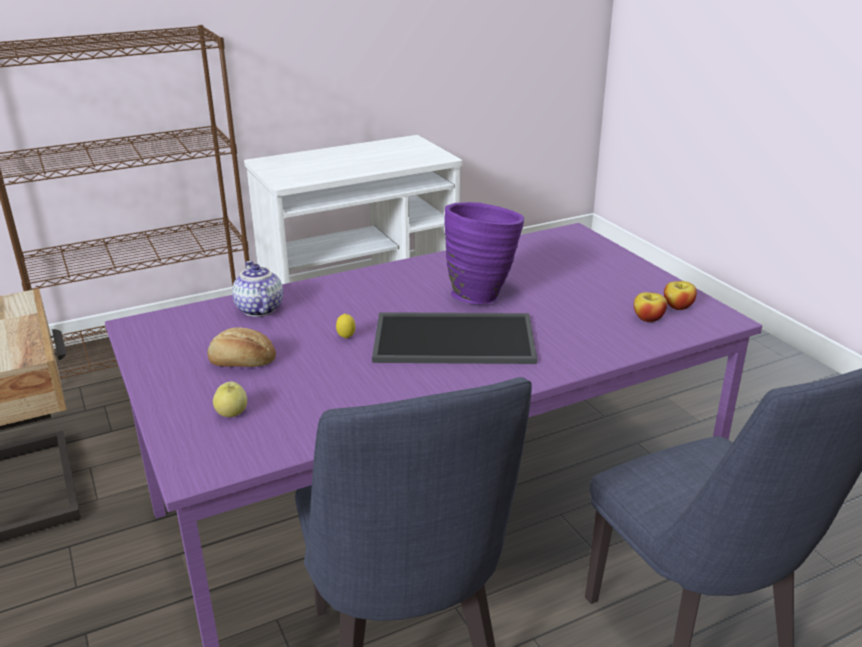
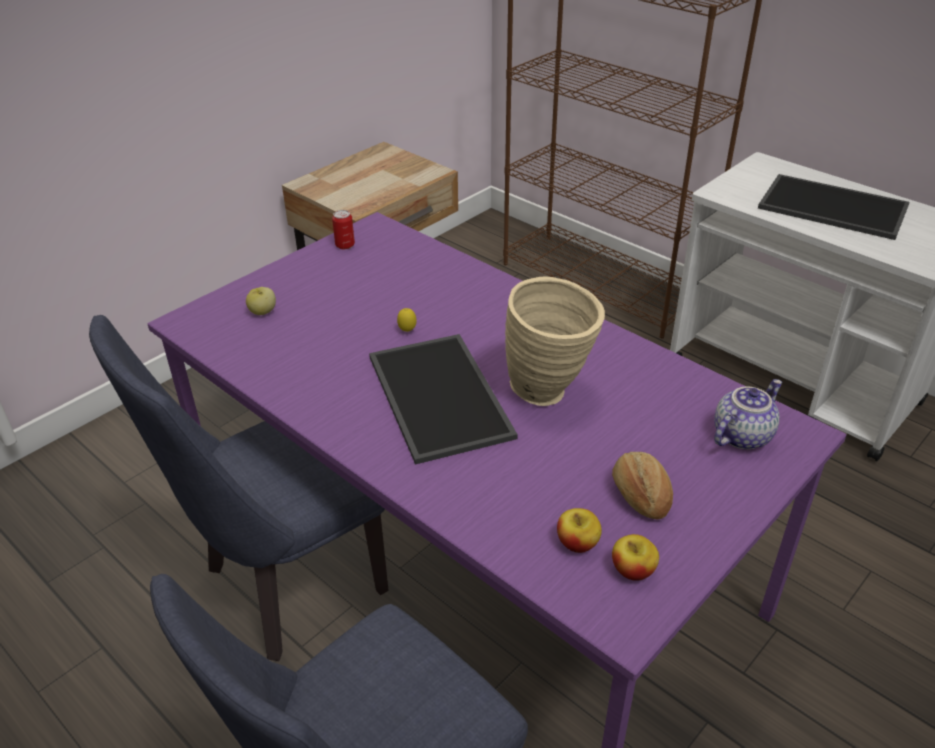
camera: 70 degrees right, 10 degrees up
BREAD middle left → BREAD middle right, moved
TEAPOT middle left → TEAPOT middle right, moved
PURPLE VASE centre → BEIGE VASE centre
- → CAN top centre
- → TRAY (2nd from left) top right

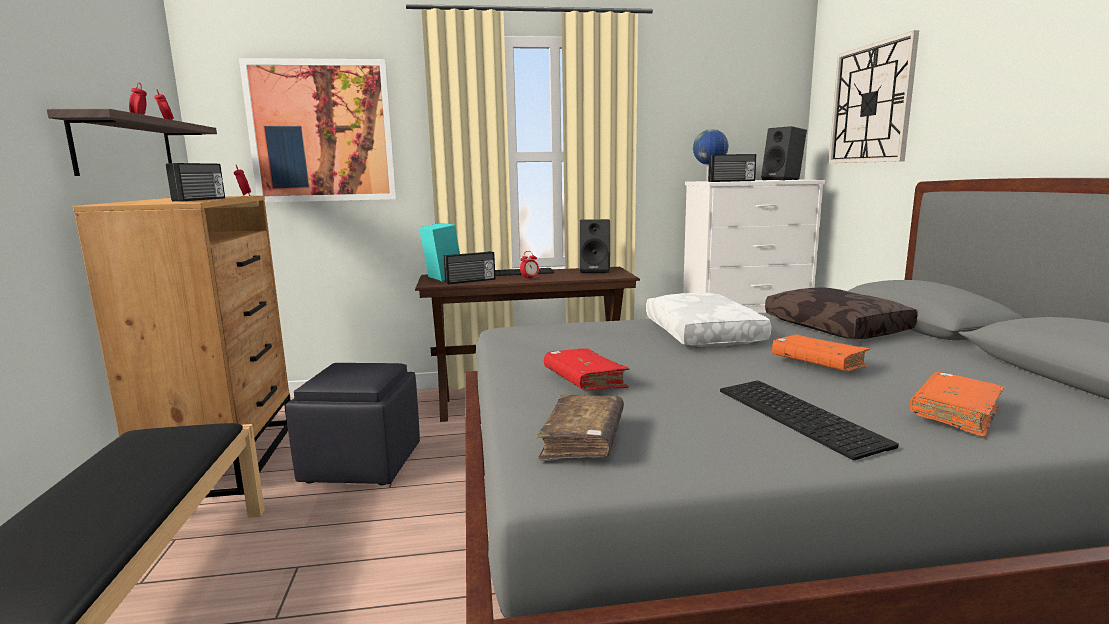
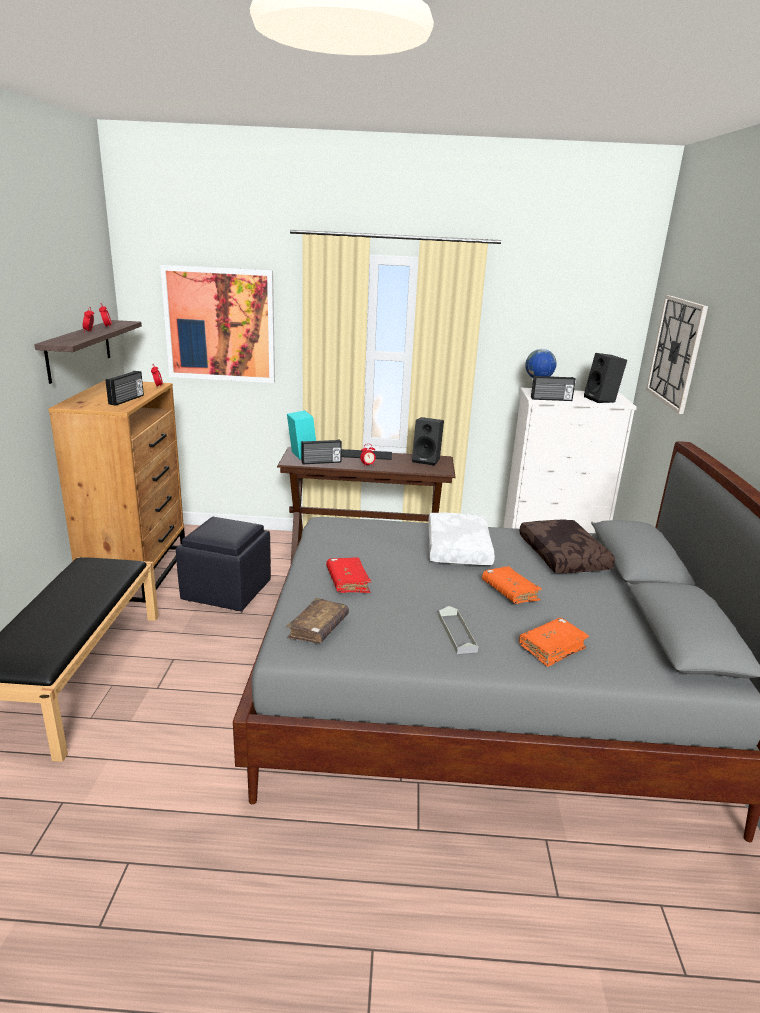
camera: 10 degrees right, 10 degrees up
KEYBOARD (2nd from left) bottom right → GREY TRAY centre

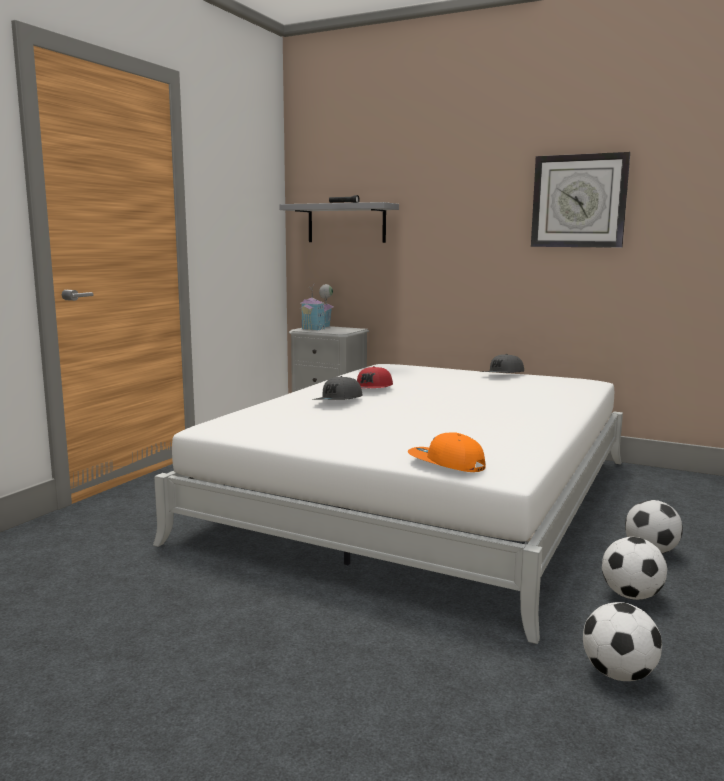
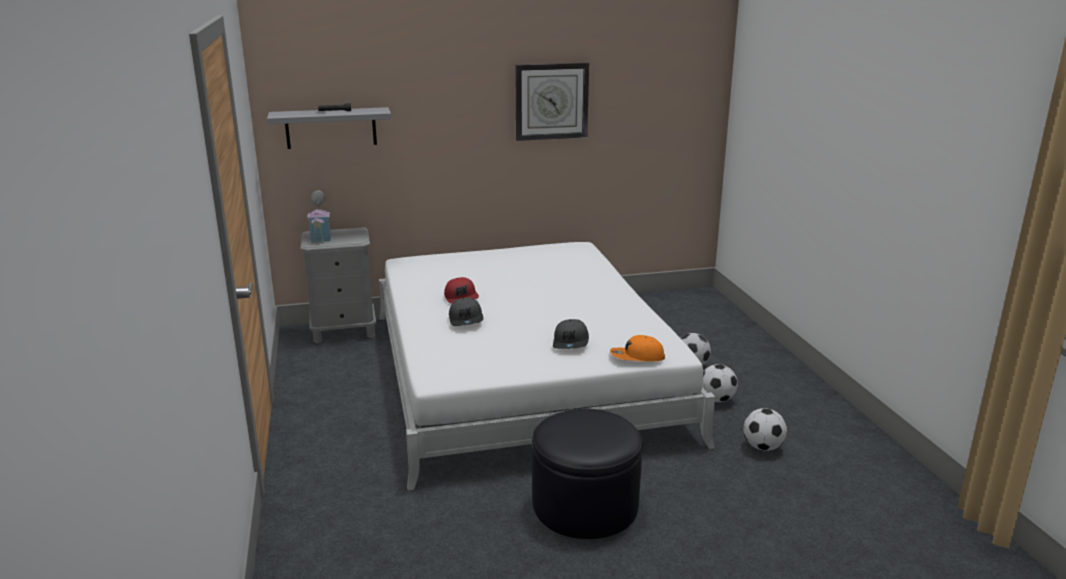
camera: 40 degrees left, 10 degrees up
GREY CAP (2nd from left) middle right → GREY CAP (2nd from left) centre, moved
- → BLACK OTTOMAN bottom centre

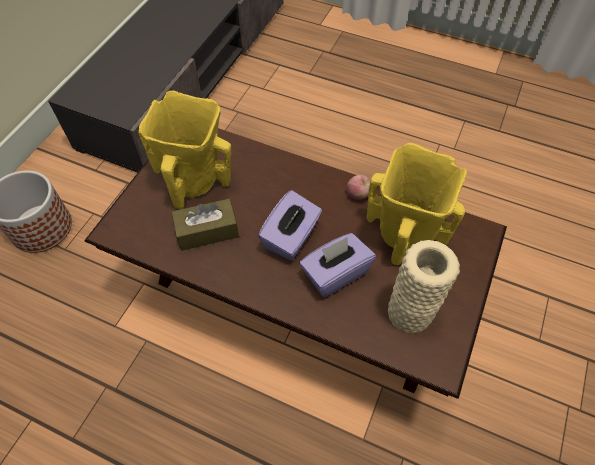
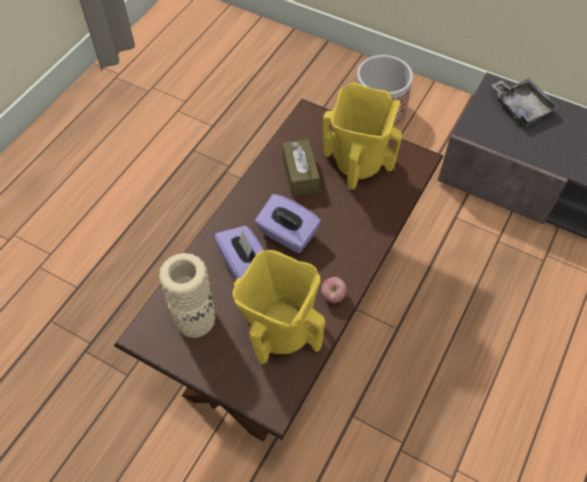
camera: 95 degrees right, 0 degrees up
- → GREY TRAY top right

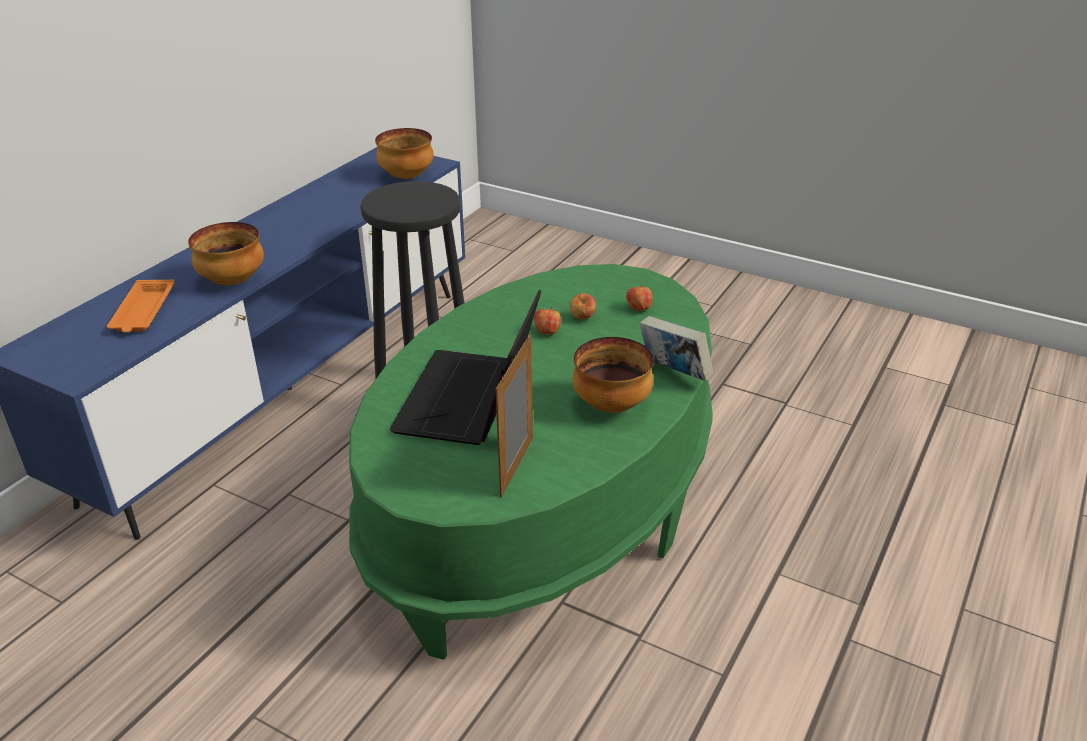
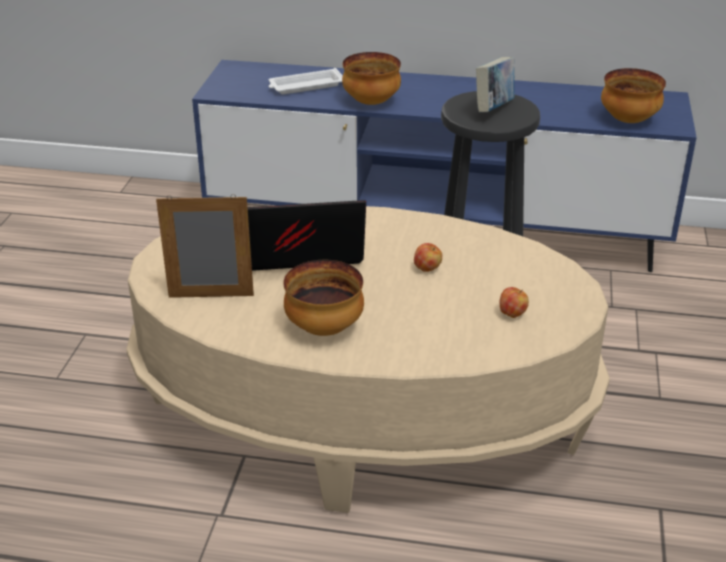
camera: 70 degrees right, 0 degrees up
ORANGE TRAY middle left → WHITE TRAY top centre
GREEN COFFEE TABLE centre → BEIGE COFFEE TABLE centre
APPLE (2nd from left) centre → -
BOOK centre → BOOK top right, moved

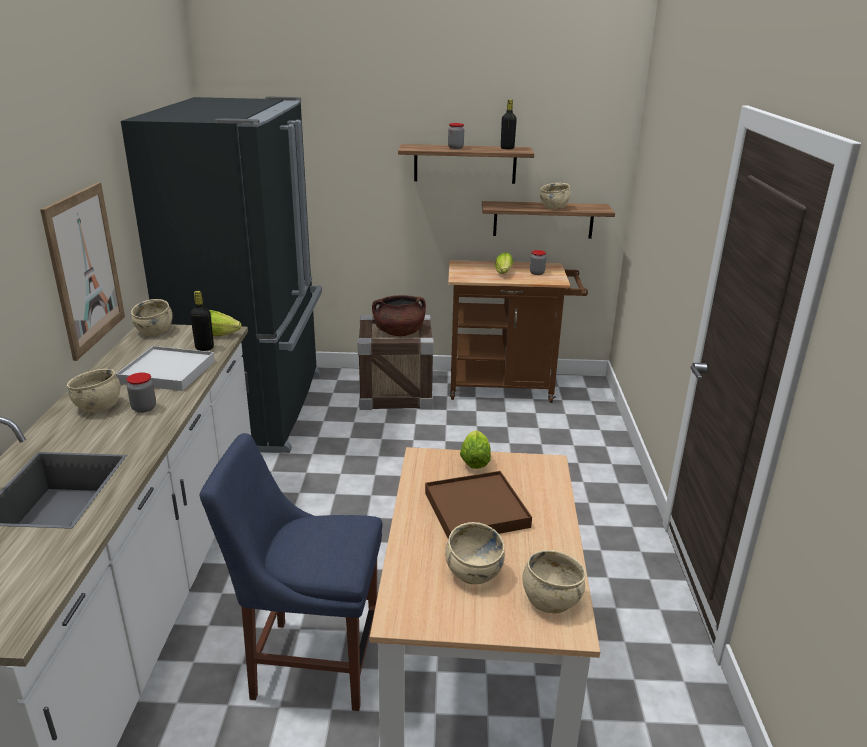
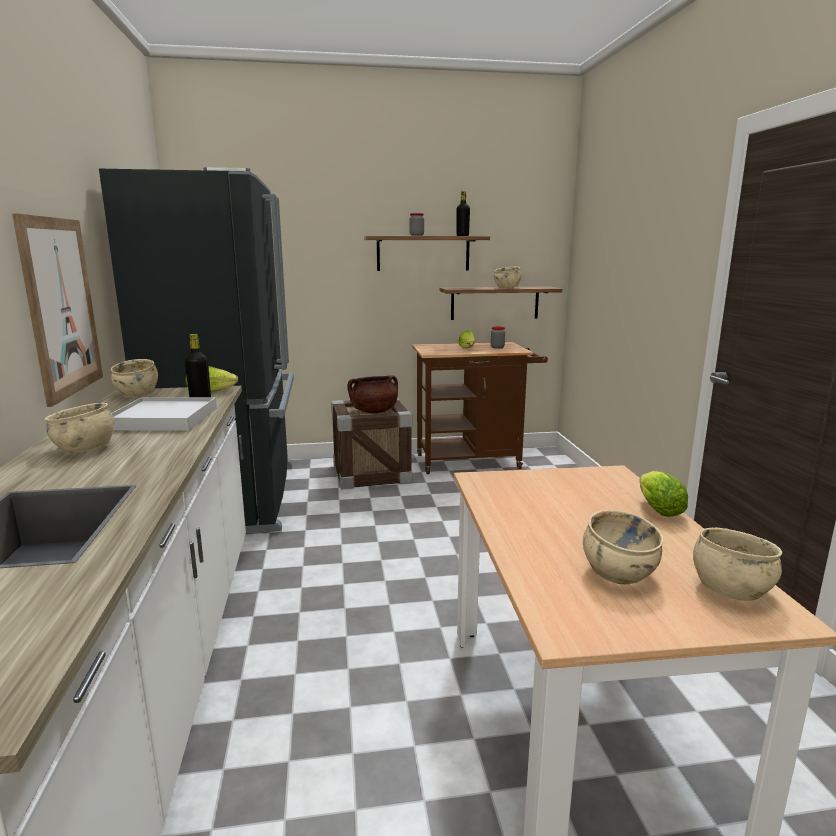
camera: 10 degrees left, 10 degrees down
JAR (1st from left) middle left → -
BLUE CHAIR bottom centre → -
BROWN TRAY bottom centre → -
LETTUCE (2nd from left in the first image) centre → LETTUCE (3rd from left) middle right, moved

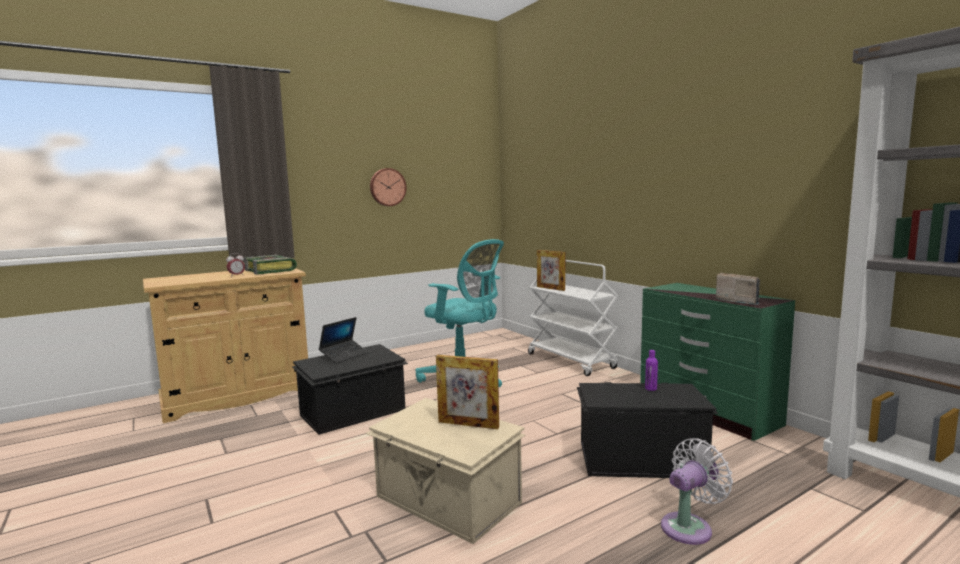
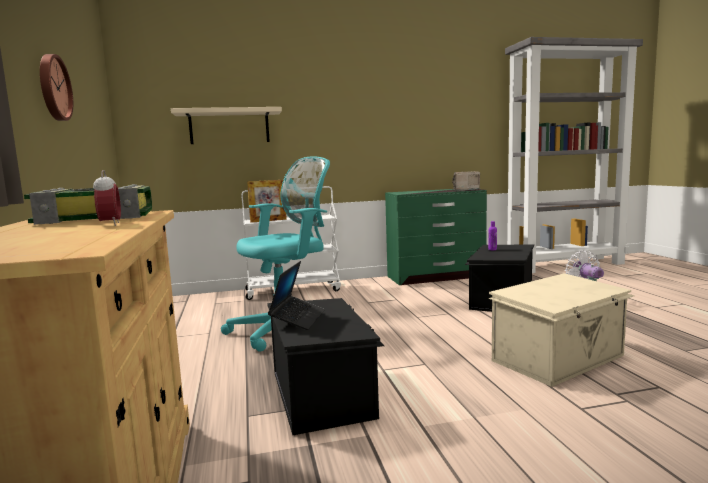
camera: 70 degrees left, 0 degrees up
LAPTOP centre, 45 degrees clockwise
PICTURE FRAME (1st from left) bottom centre → -
- → BEIGE SHELF top left

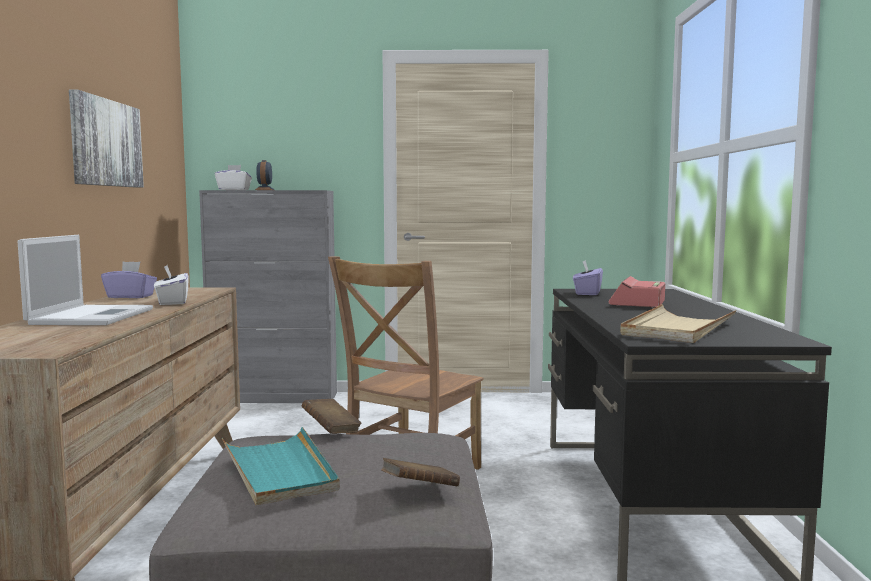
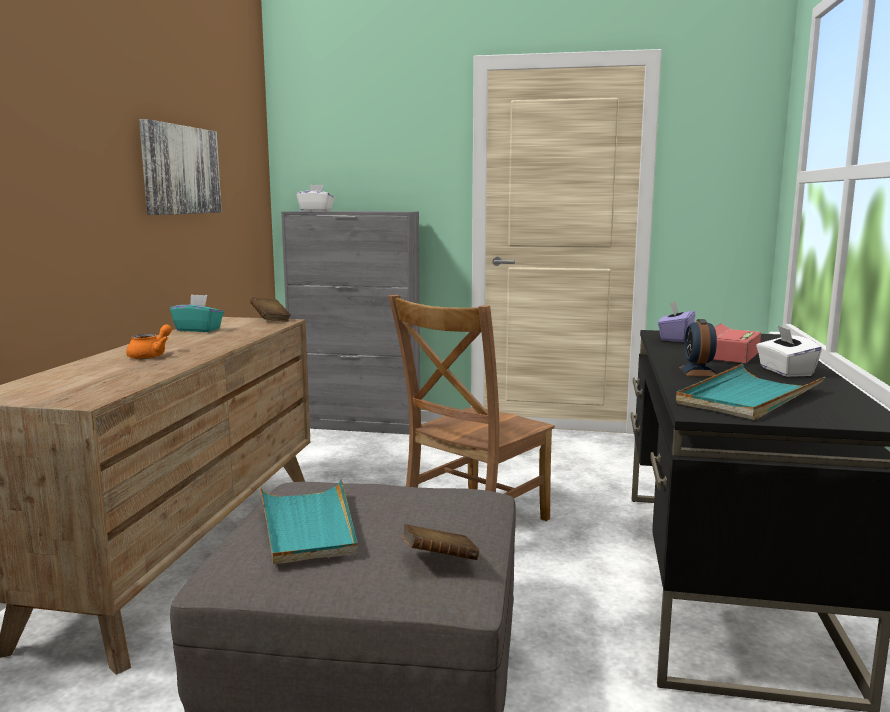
camera: 10 degrees right, 5 degrees up
LAPTOP middle left → ORANGE TEAPOT middle left
PURPLE TISSUE BOX (1st from left) middle left → TURQUOISE TISSUE BOX middle left
WHITE TISSUE BOX (1st from left in the first image) middle left → WHITE TISSUE BOX (2nd from left) middle right, moved
ALARM CLOCK (1st from left) top left → ALARM CLOCK (1st from left) middle right, moved
BROWN BOOK (1st from left) bottom centre → BROWN BOOK (1st from left) middle left, moved
BEIGE TRAY middle right → TURQUOISE TRAY (2nd from left) middle right

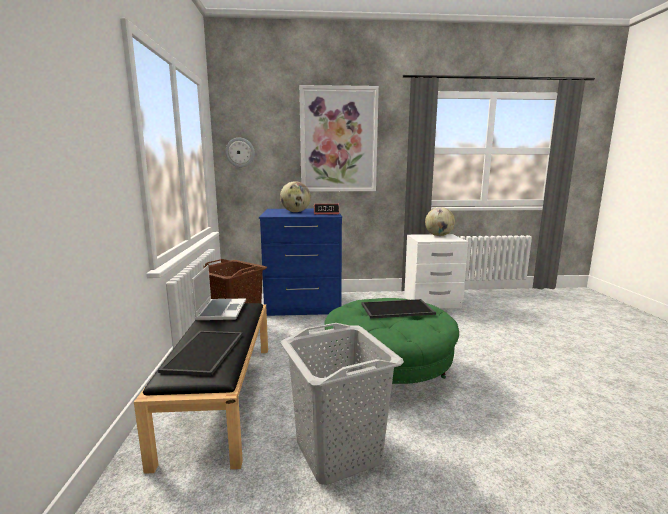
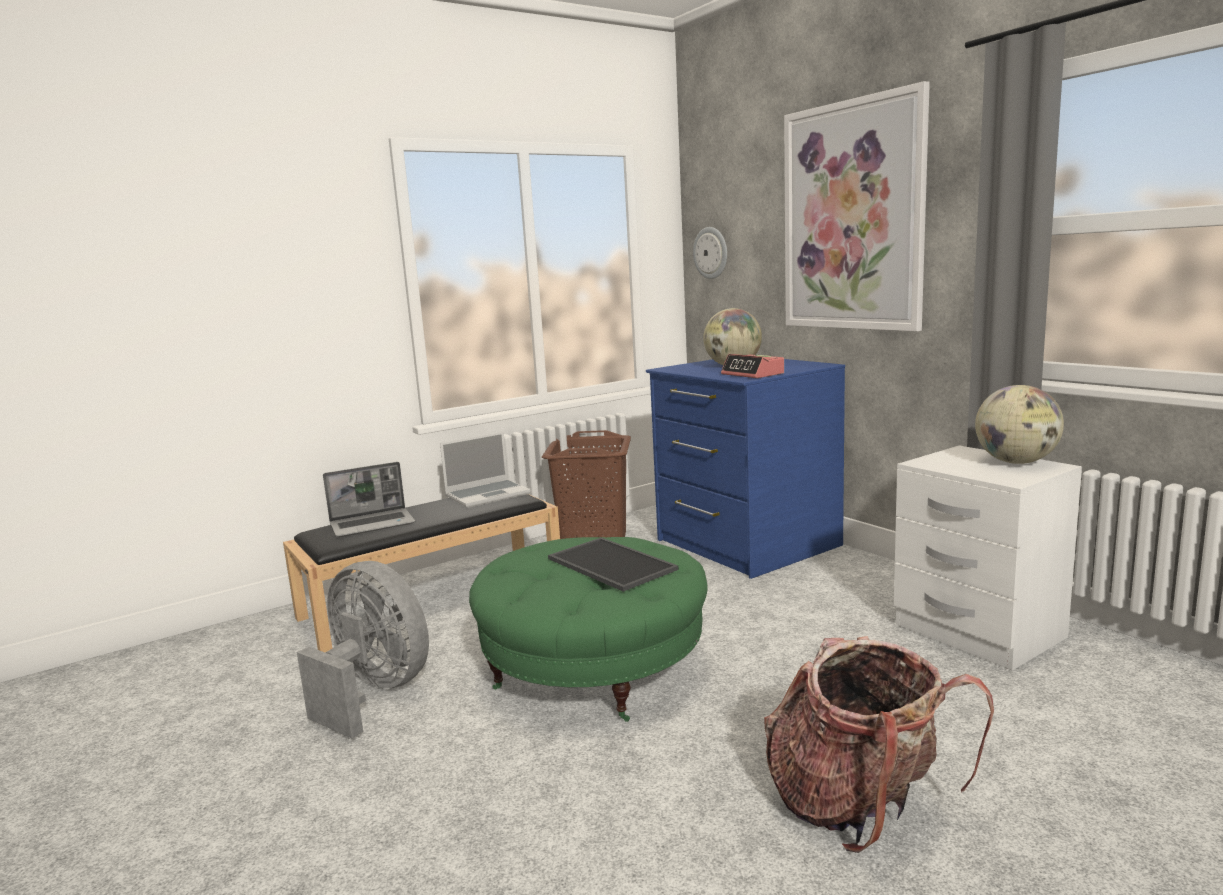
camera: 60 degrees right, 0 degrees up
TRAY (1st from left) bottom left → LAPTOP (1st from left) middle left
GREY LAUNDRY BASKET bottom centre → GREY FAN bottom left
- → BACKPACK bottom right

